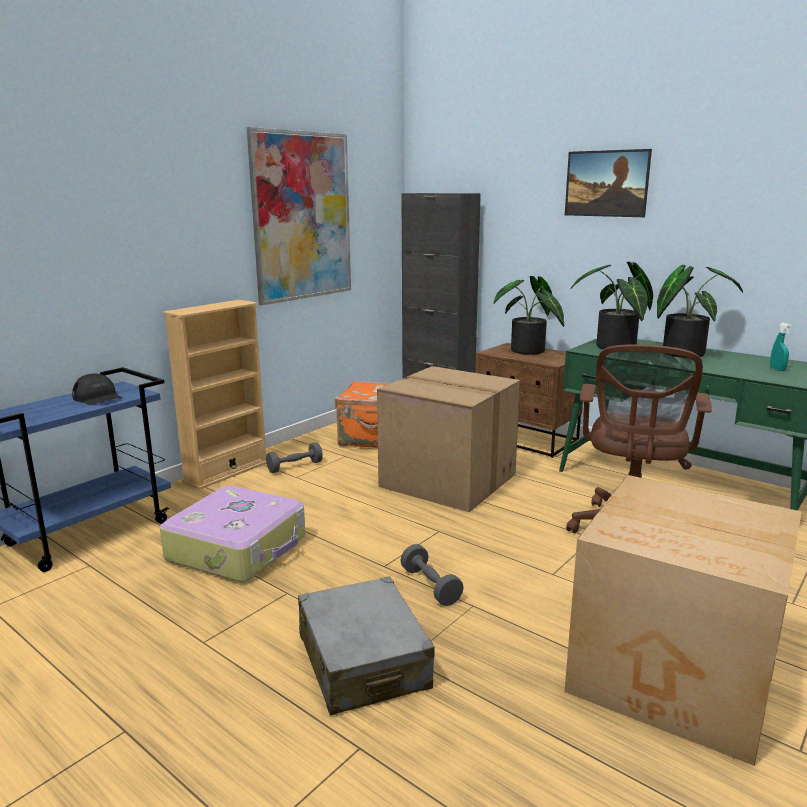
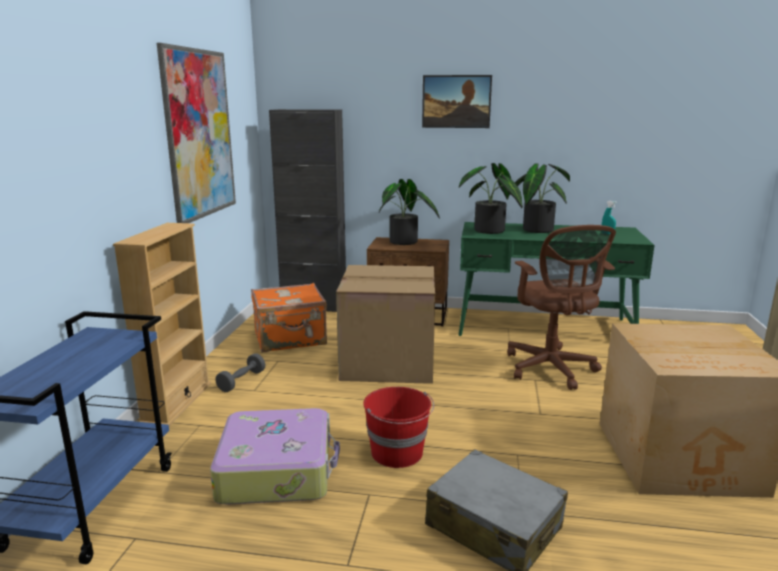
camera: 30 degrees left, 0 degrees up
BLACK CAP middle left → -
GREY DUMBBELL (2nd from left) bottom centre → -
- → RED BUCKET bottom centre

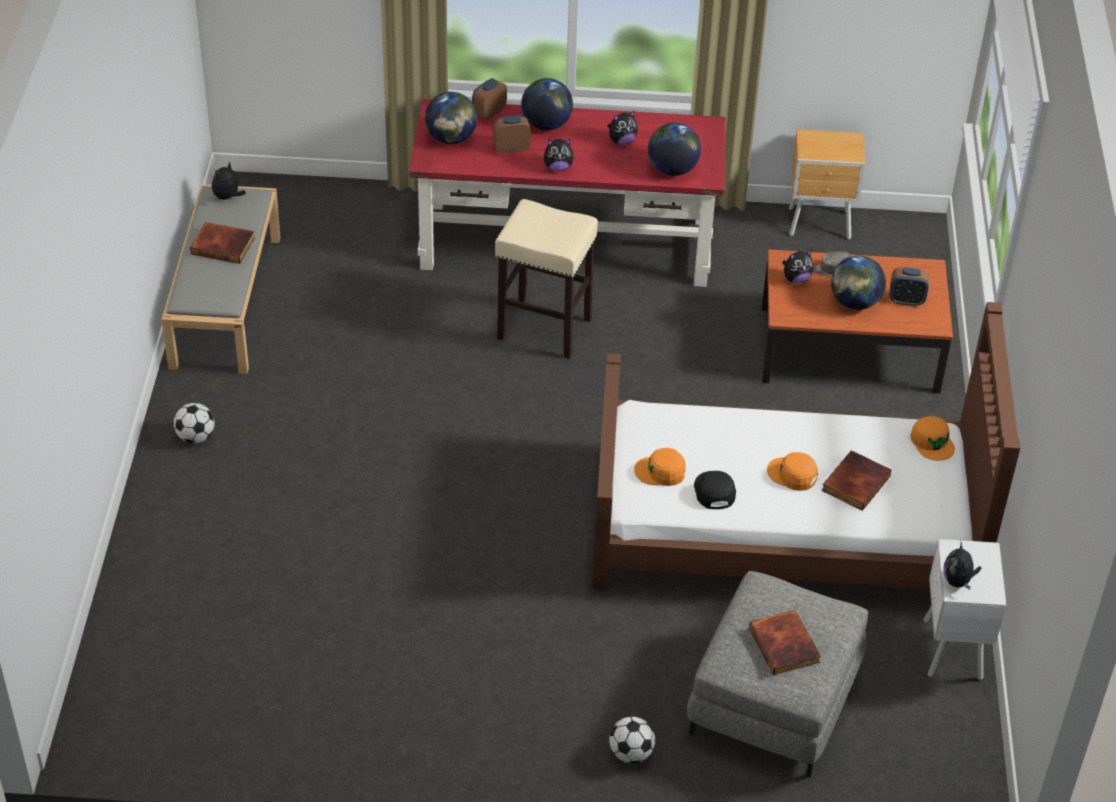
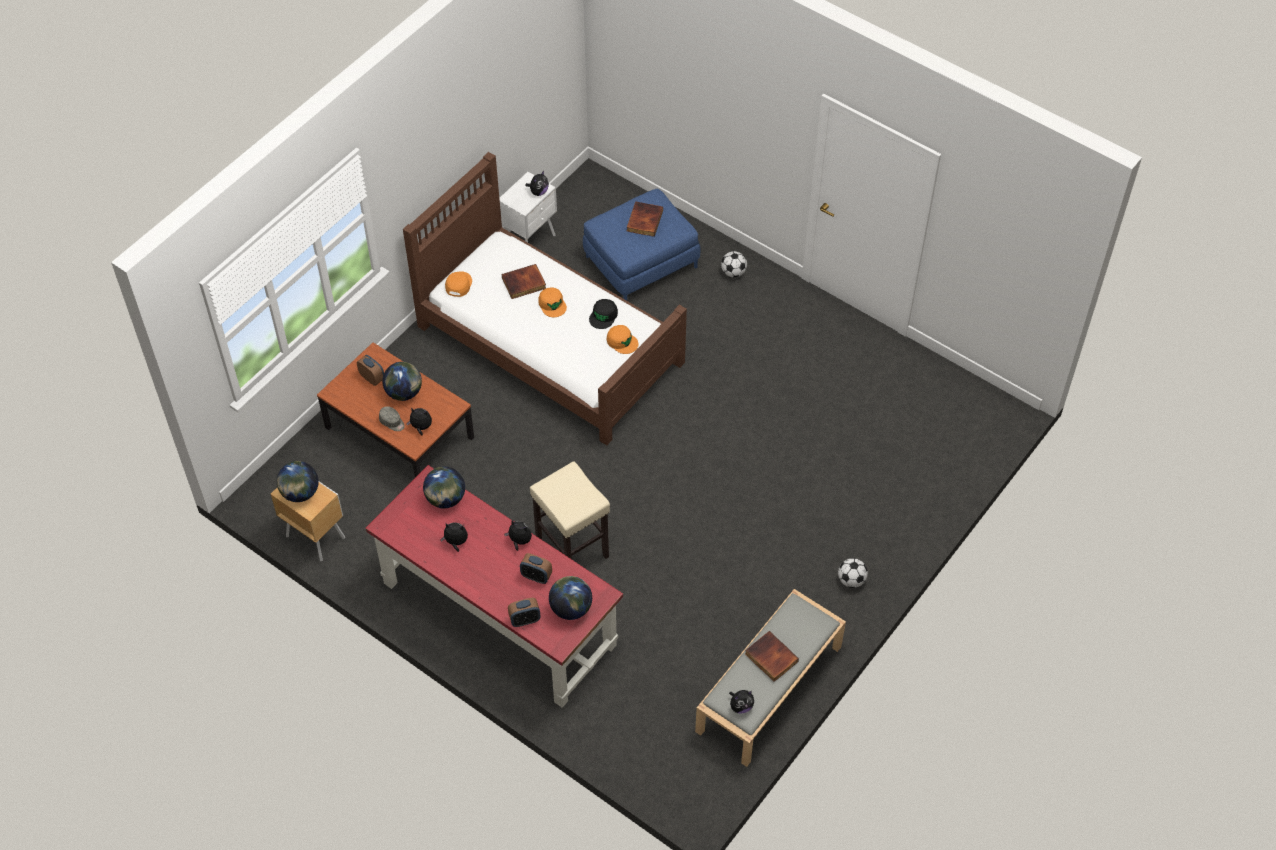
camera: 145 degrees left, 10 degrees up
GLOBE (2nd from left in the first image) top centre → GLOBE (1st from left) middle left, moved
GREY OTTOMAN bottom right → BLUE OTTOMAN top centre

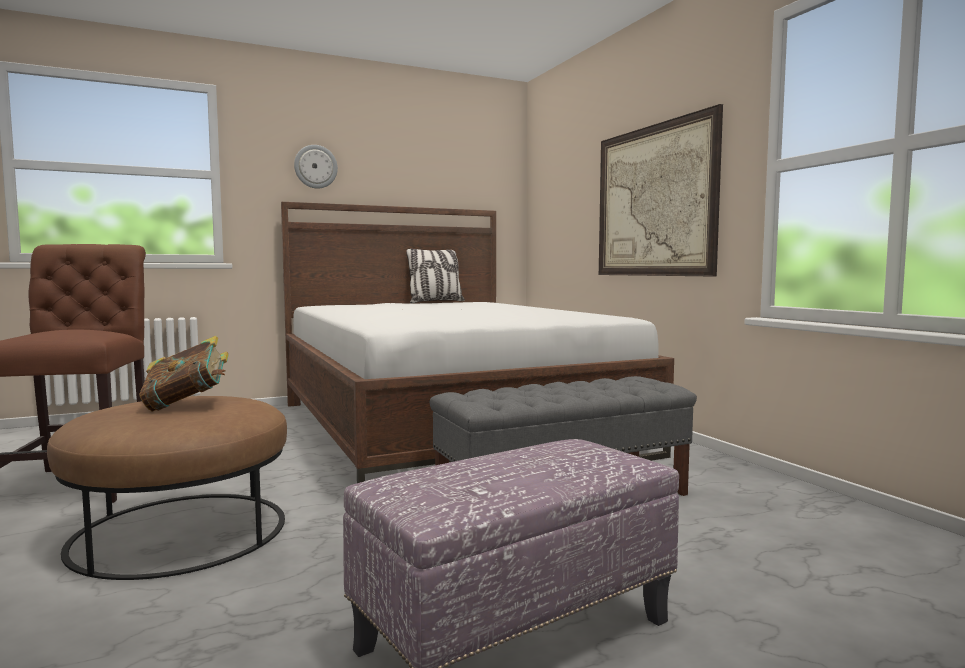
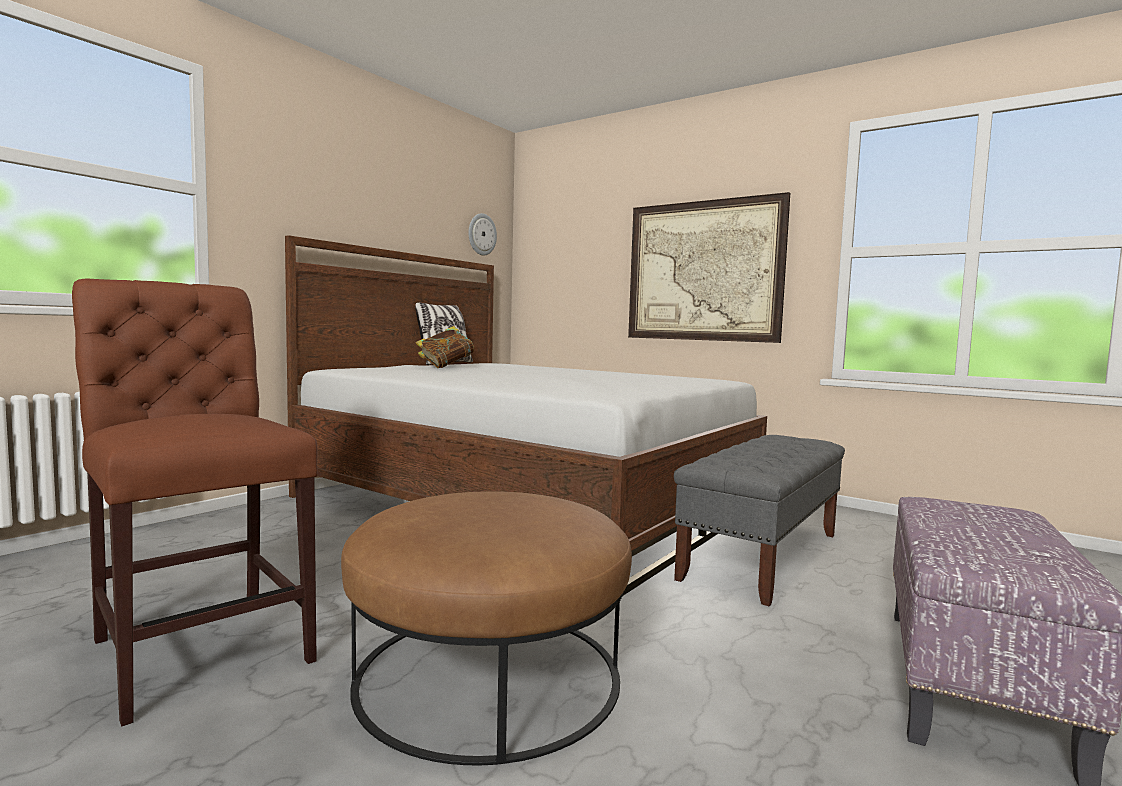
camera: 30 degrees left, 0 degrees up
BOOK middle left → BOOK centre, moved
WALL CLOCK top left → WALL CLOCK top centre, moved

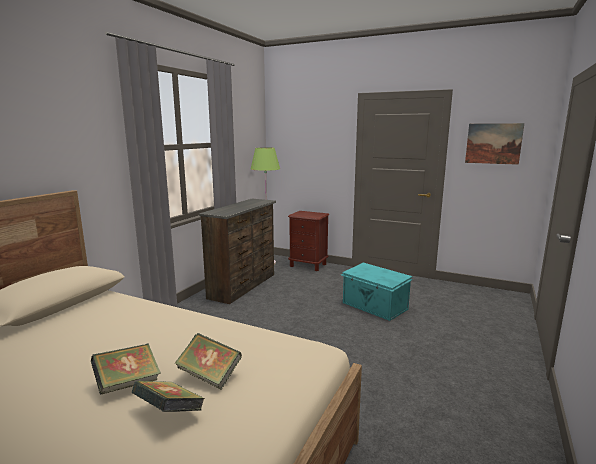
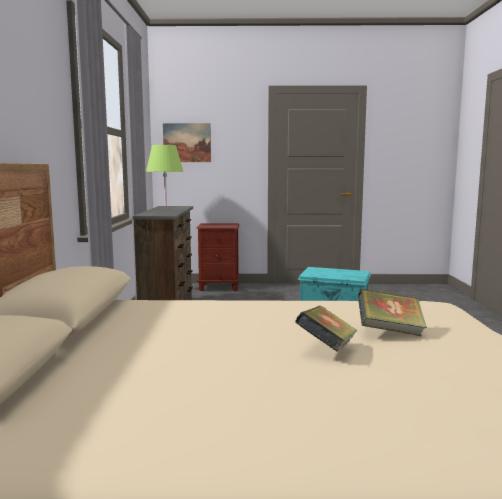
camera: 25 degrees left, 5 degrees down
BOOK (2nd from left) bottom left → -
PICTURE top right → PICTURE top centre, moved

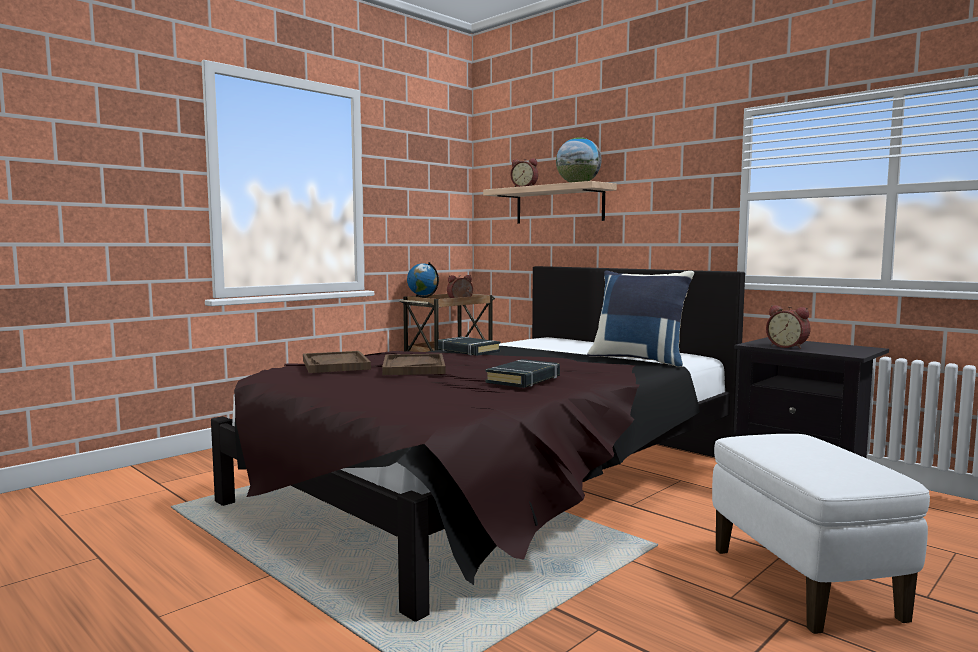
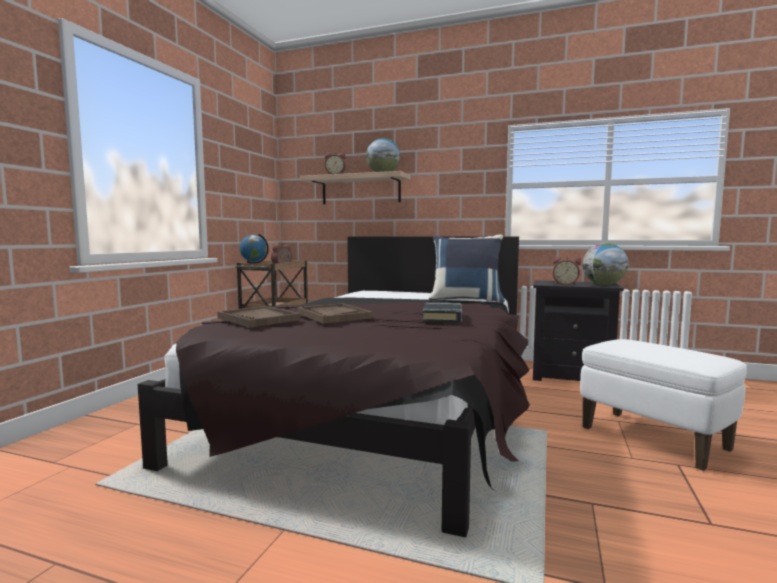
camera: 25 degrees left, 0 degrees up
BLACK BOOK (1st from left) centre → -
- → GLOBE (3rd from left) middle right

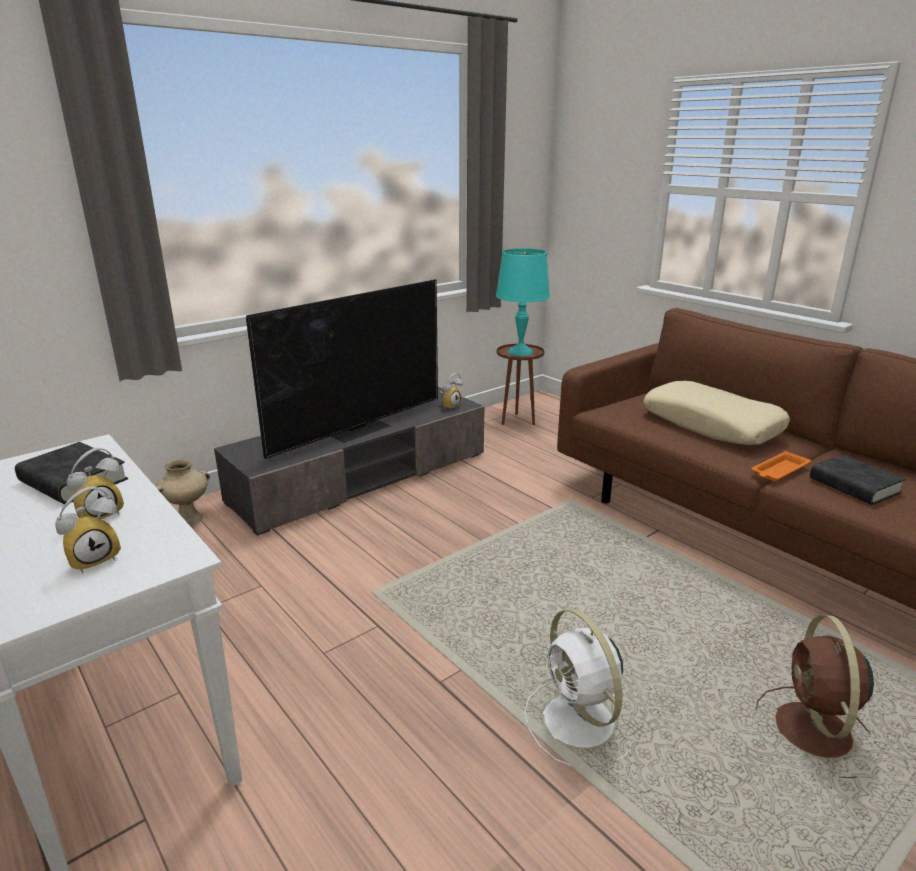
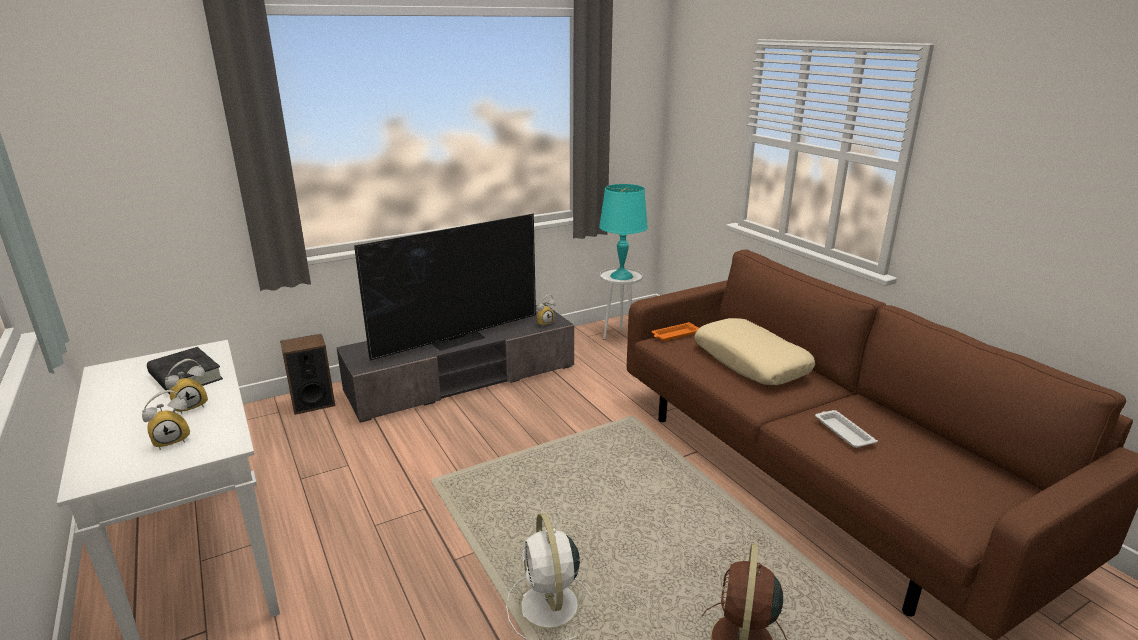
camera: 10 degrees right, 0 degrees up
BEIGE VASE middle left → SPEAKER middle left
BROWN SIDE TABLE centre → WHITE SIDE TABLE centre
ORANGE TRAY middle right → ORANGE TRAY centre, moved
BLACK BOOK (2nd from left) middle right → WHITE TRAY bottom right

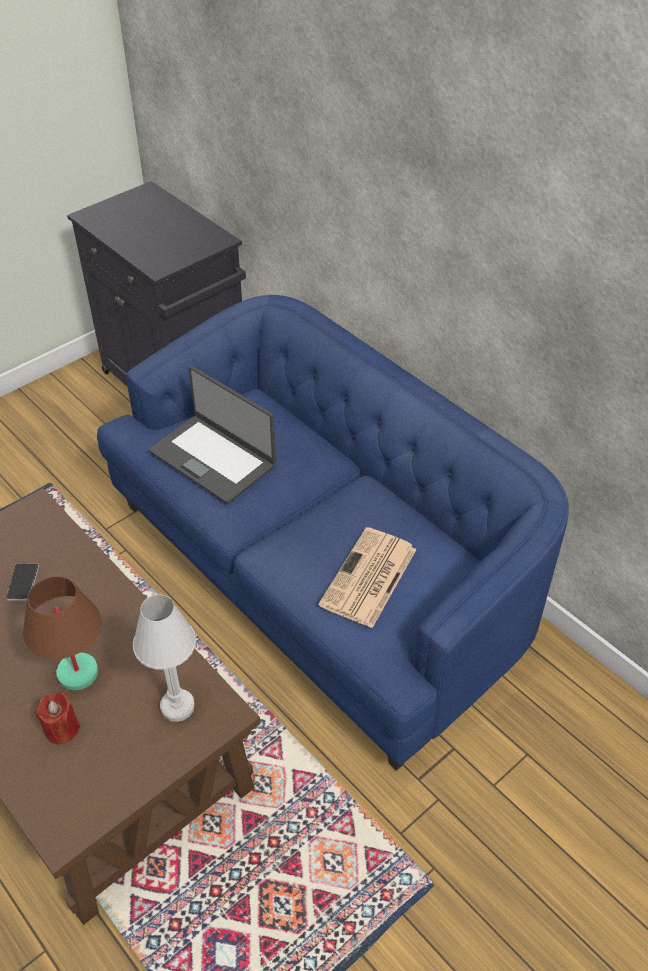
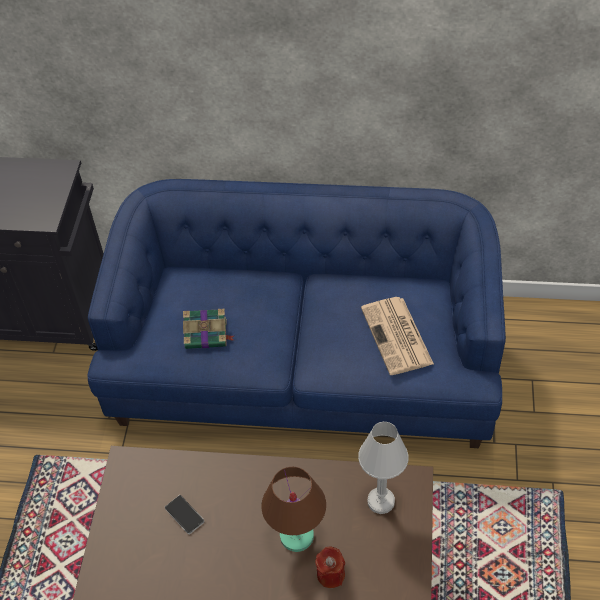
camera: 40 degrees left, 5 degrees up
LAPTOP middle left → BOOK centre

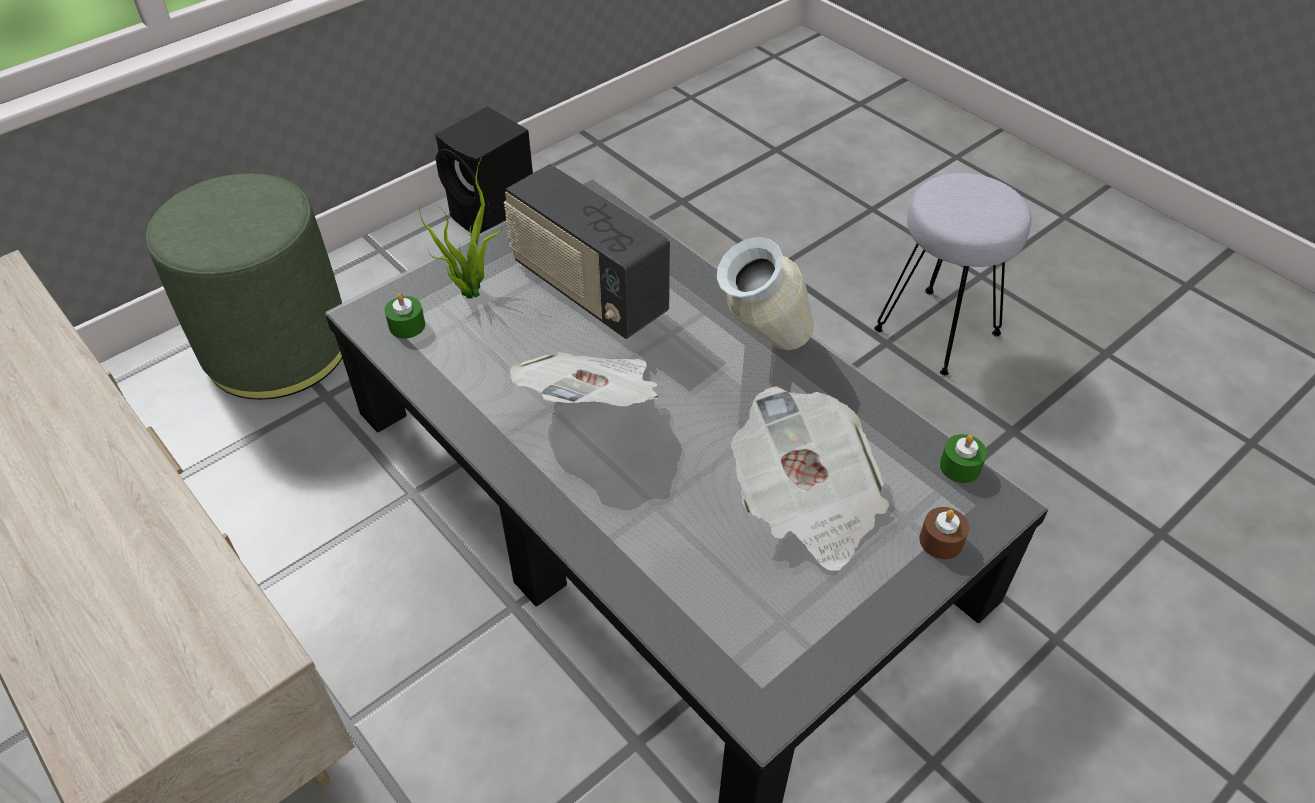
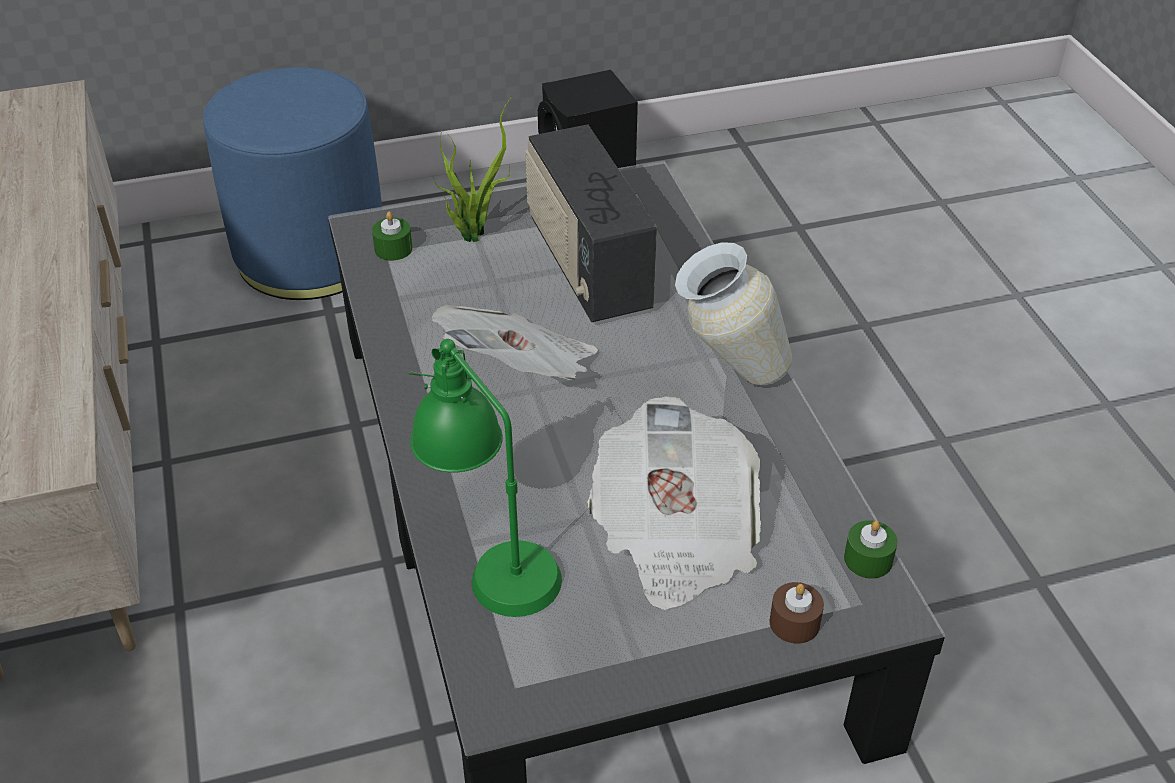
camera: 25 degrees right, 5 degrees down
GREEN OTTOMAN middle left → BLUE OTTOMAN top left
GREY STOOL middle right → -
- → GREEN TABLE LAMP centre

